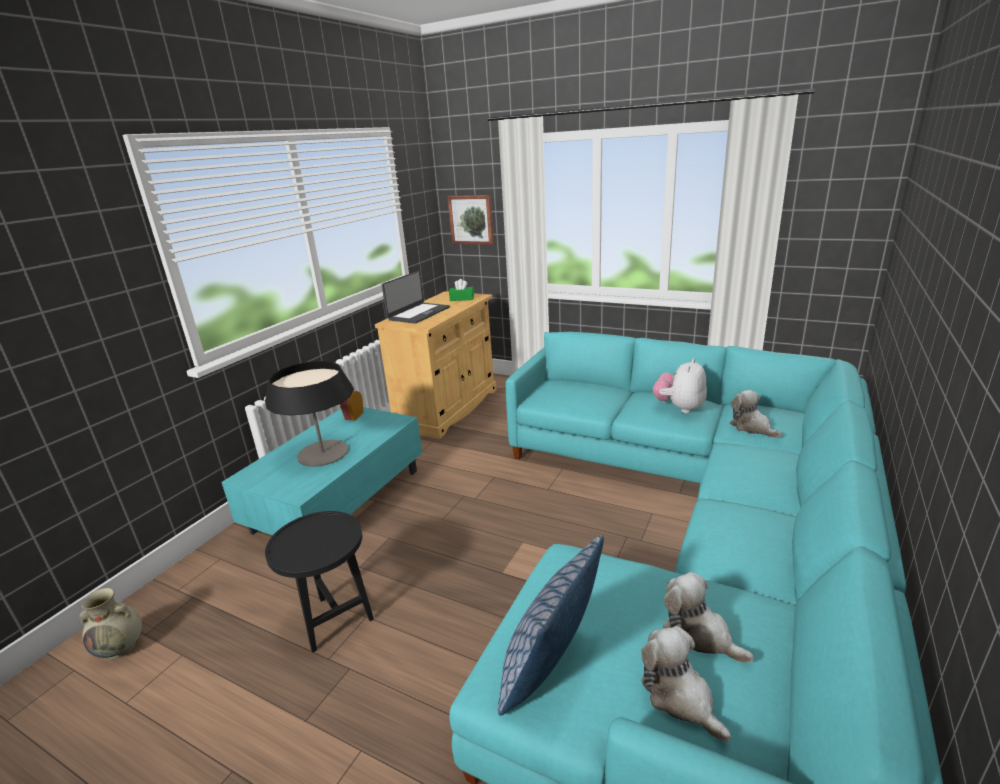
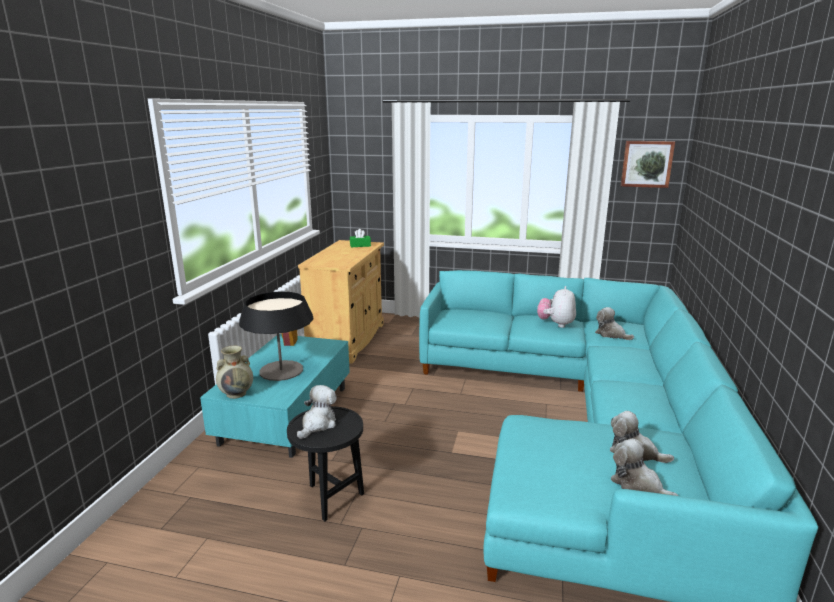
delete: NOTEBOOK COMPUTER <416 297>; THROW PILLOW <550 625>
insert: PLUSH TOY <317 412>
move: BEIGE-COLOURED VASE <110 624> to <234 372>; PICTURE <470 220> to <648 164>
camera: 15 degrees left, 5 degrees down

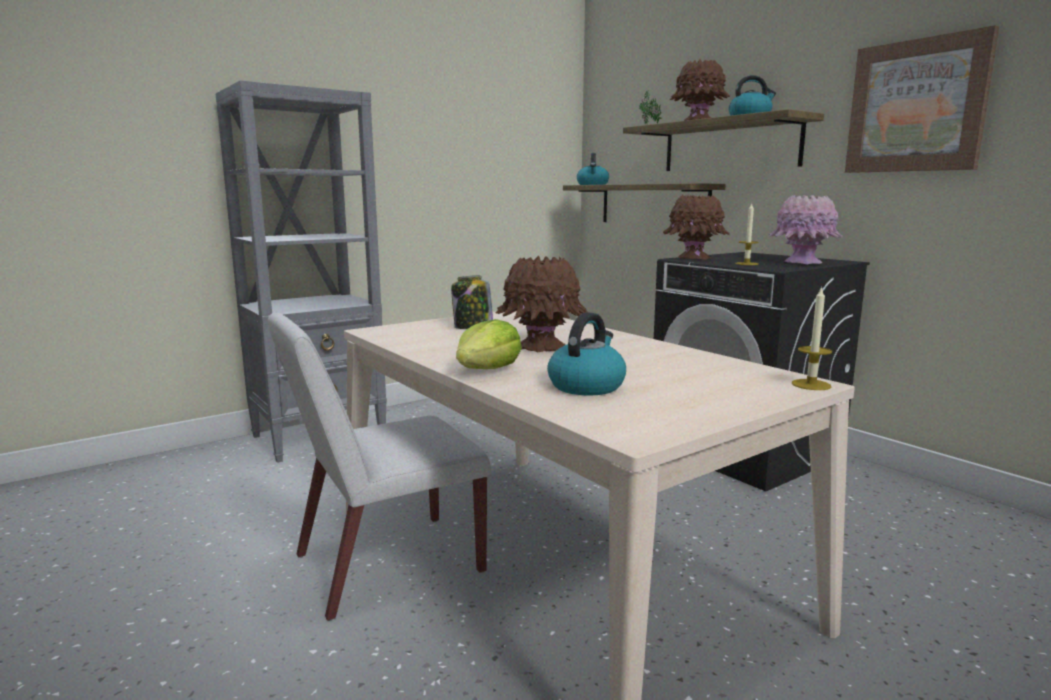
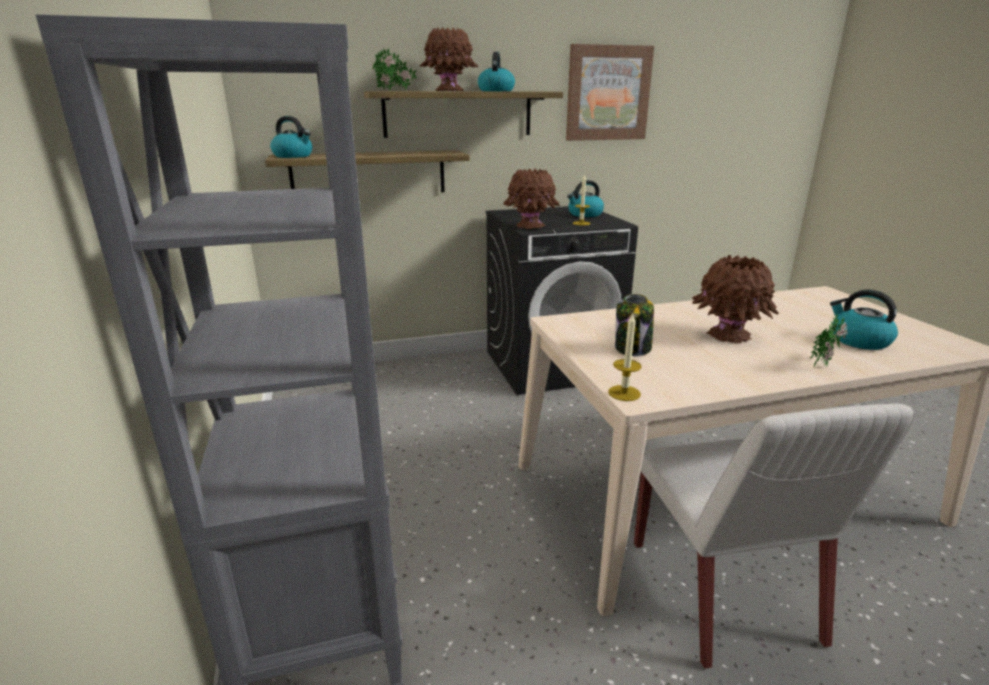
move: CANDLE <812 338> to <625 357>
replace: PINK VASE <806 230> to TEA KETTLE <585 198>; HEAD OF LETTUCE <489 344> to HOUSEPLANT <829 339>
camera: 70 degrees left, 10 degrees up

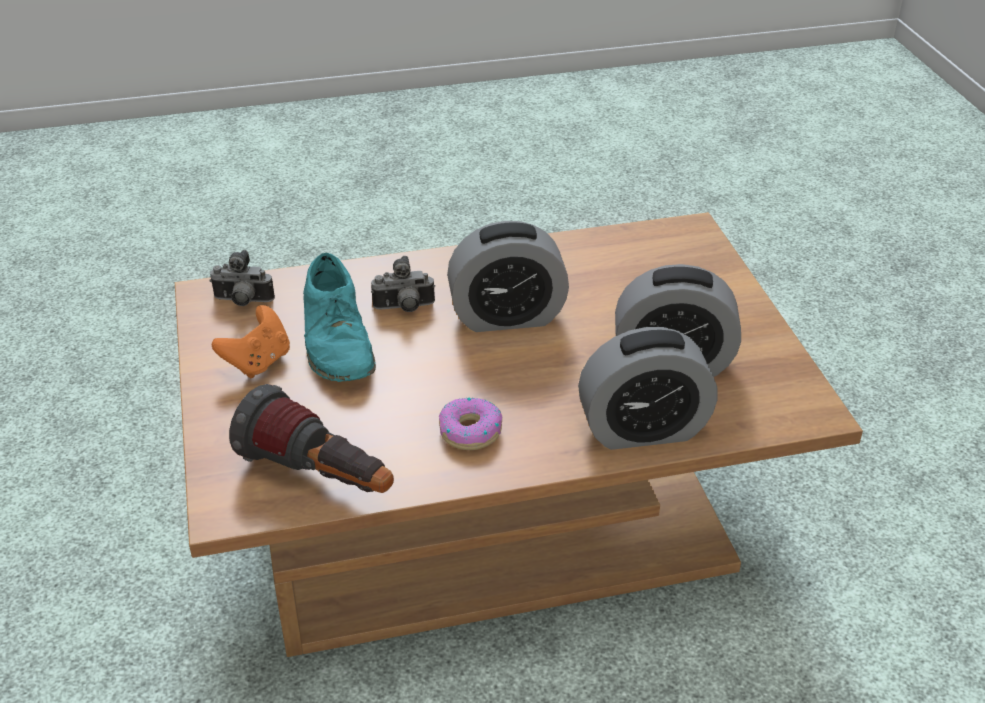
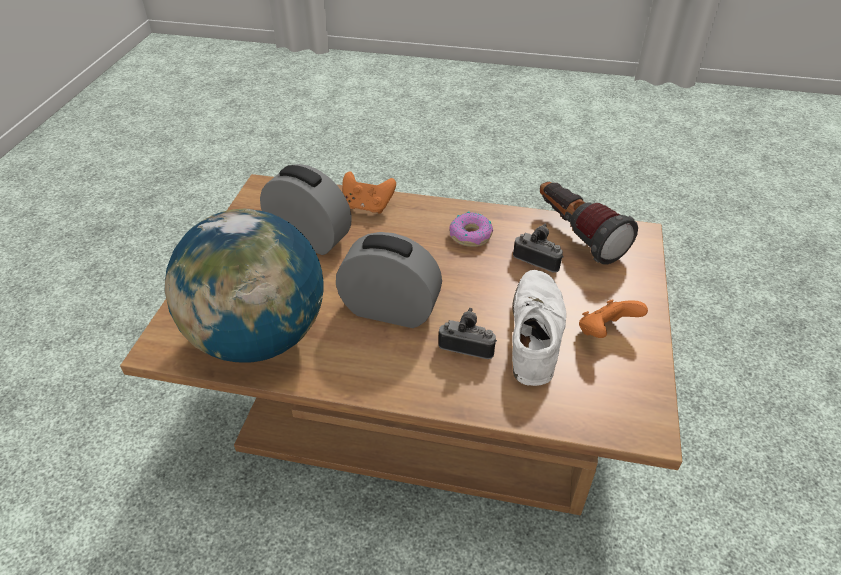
insert: DESK GLOBE <243 285>
move: STILL CAMERA <242 278> to <538 248>
replace: TABLE CLOCK <648 388> to ORANGE JOYPAD <369 192>
recolor: TURQUOISE ITEM OF FOOTWEAR <339 317> to WHITE-COLOURED ITEM OF FOOTWEAR <539 328>
camera: 155 degrees left, 5 degrees up

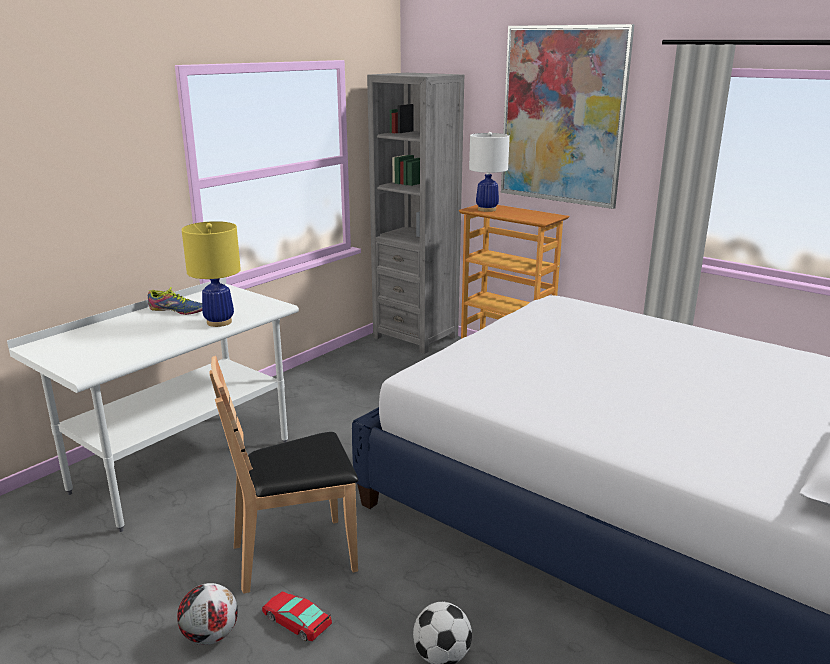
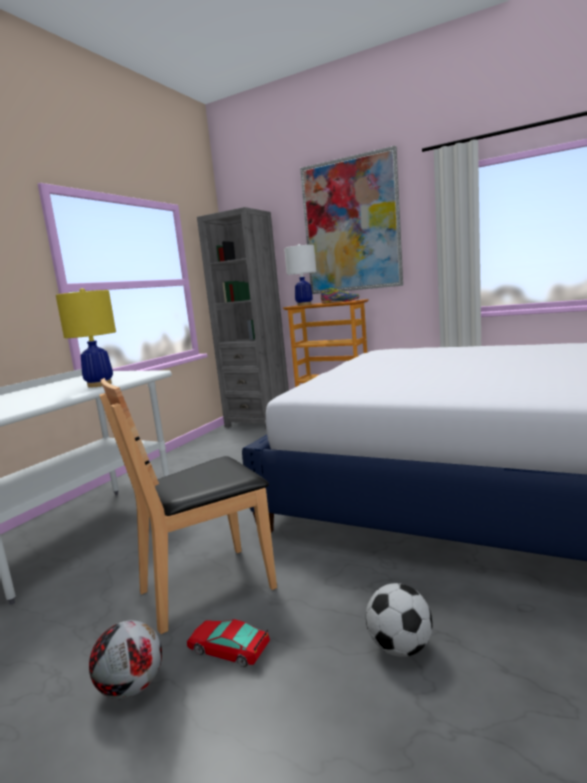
move: ITEM OF FOOTWEAR <174 301> to <340 295>
camera: 10 degrees left, 10 degrees down

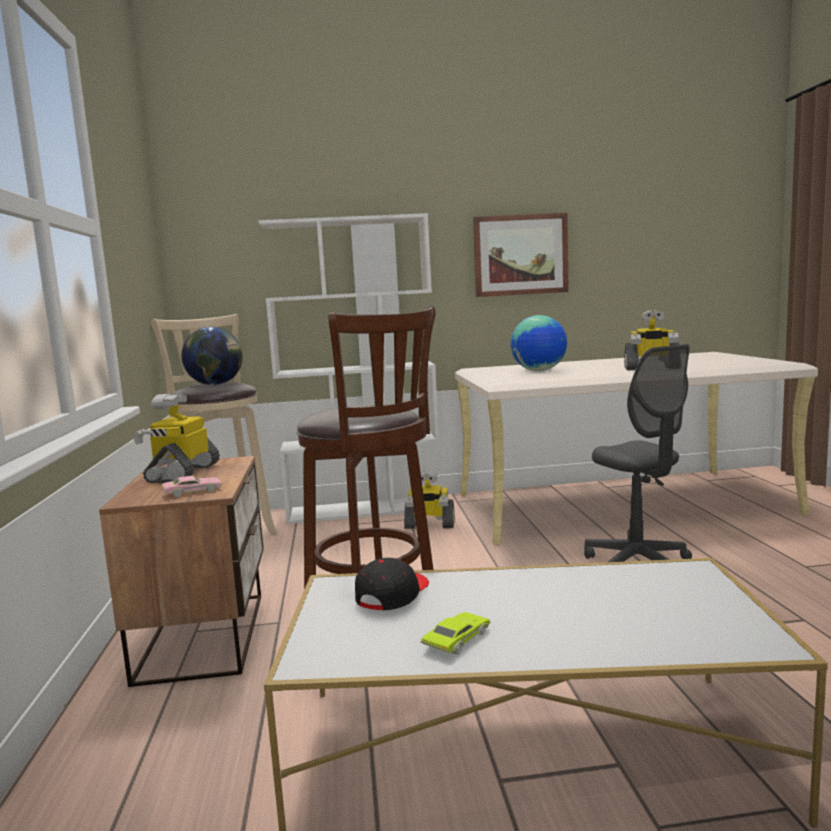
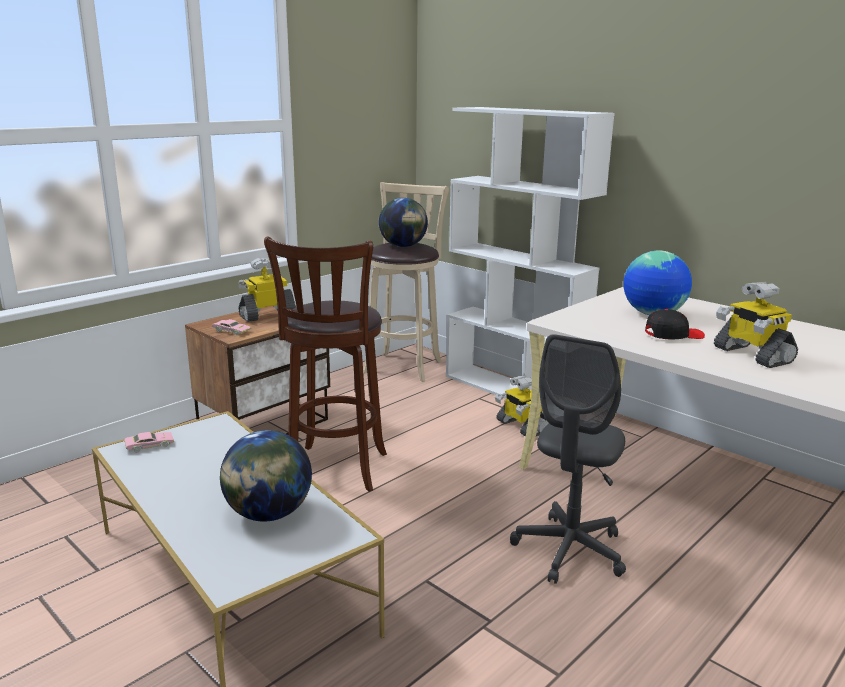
delete: GREENISH TOY CAR <456 633>; PICTURE <521 255>
insert: PINK TOY CAR <149 442>; DESK GLOBE <266 476>
move: BLACKISH BASEBALL CAP <392 584> to <675 324>
camera: 50 degrees right, 10 degrees up

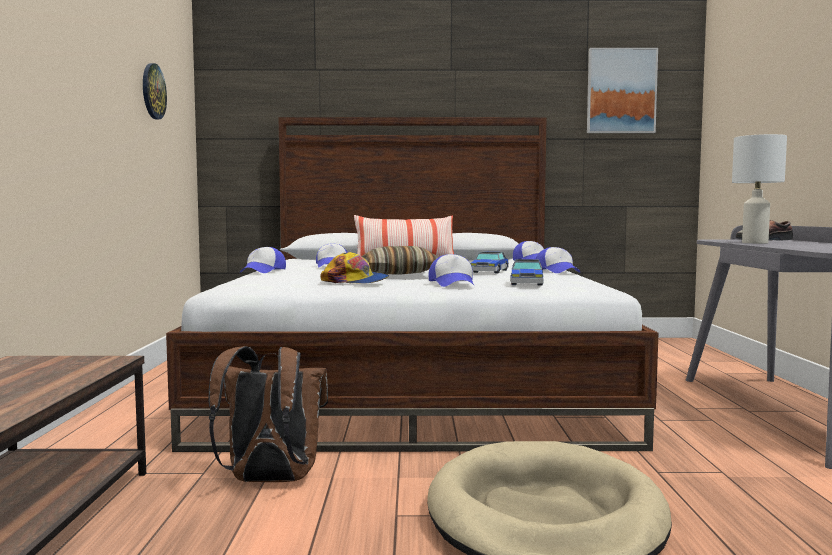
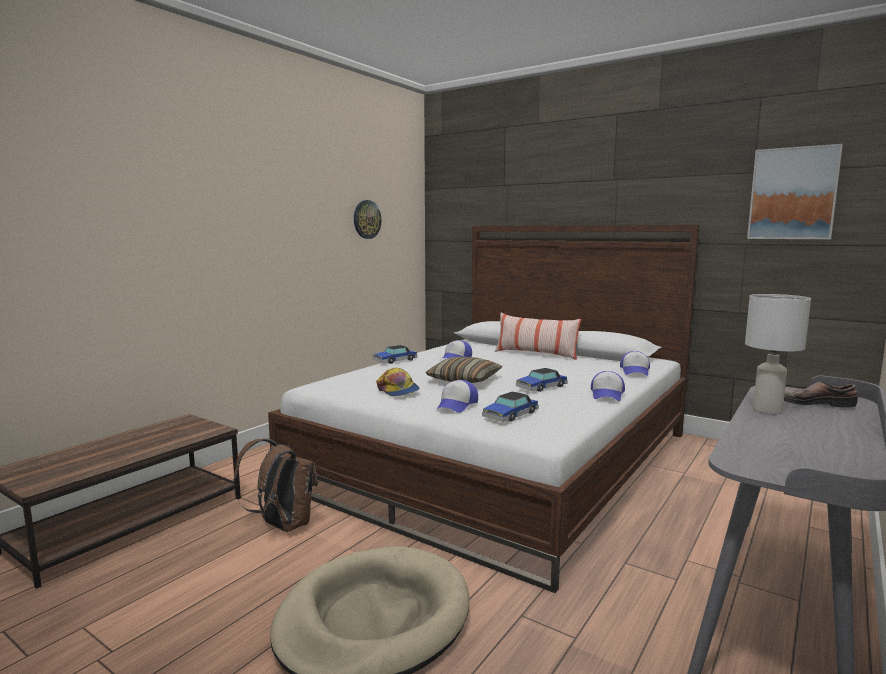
replace: BASEBALL CAP <263 260> to TOY CAR <395 354>
camera: 35 degrees right, 5 degrees up

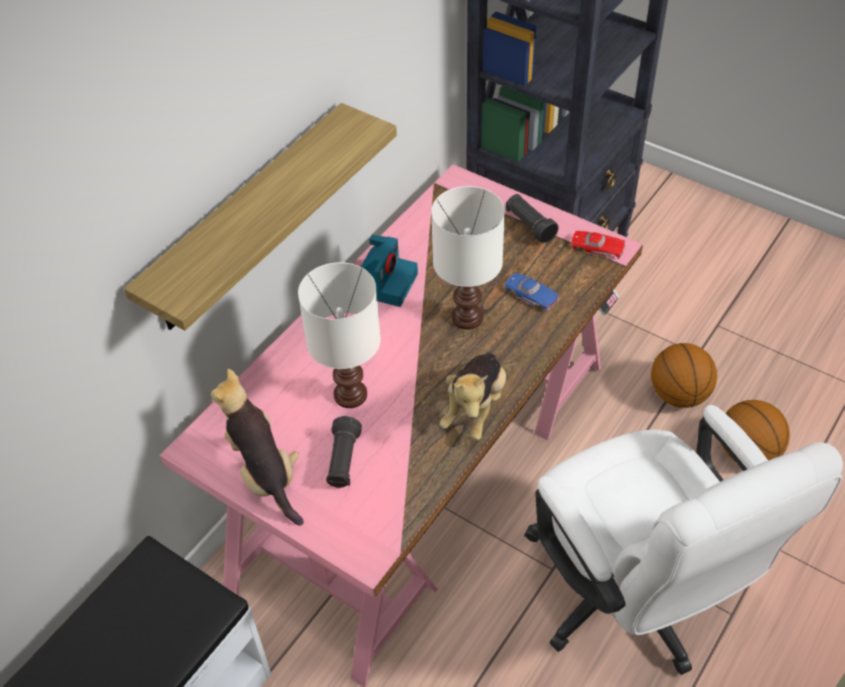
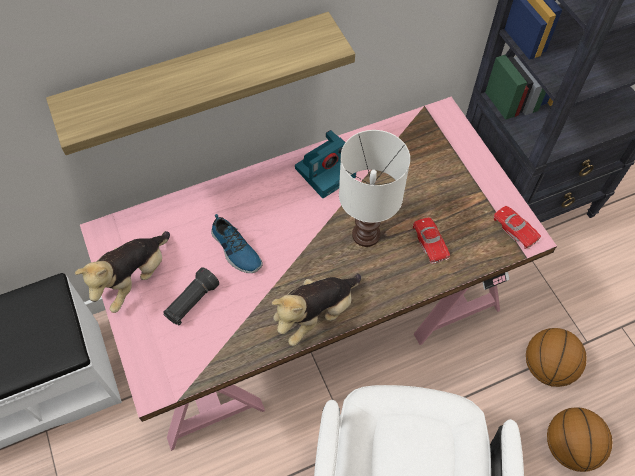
delete: BLACKISH FLASHLIGHT <532 218>
replace: WHITE-COLOURED TABLETOP LAMP <339 335> to ITEM OF FOOTWEAR <237 243>
recolor: BLUE-COLOURED TOY CAR <532 292> to RED TOY CAR <431 240>
rotate: PLUSH TOY <257 447> = <122 272> 150 degrees counterclockwise
camera: 30 degrees right, 10 degrees up

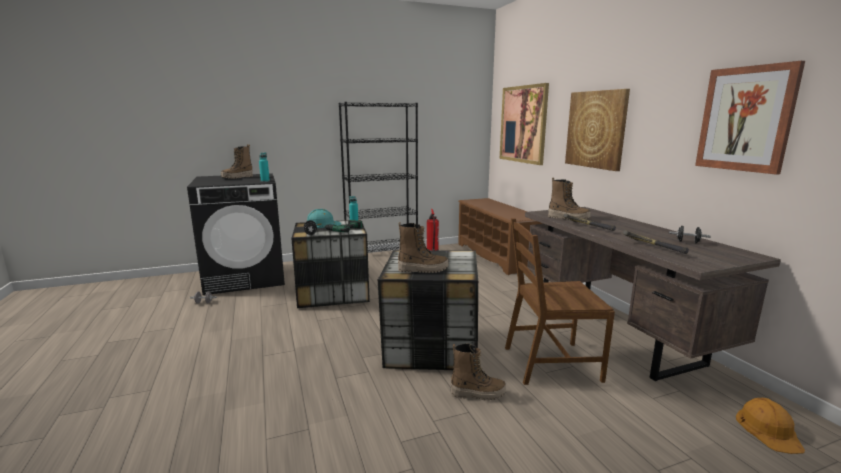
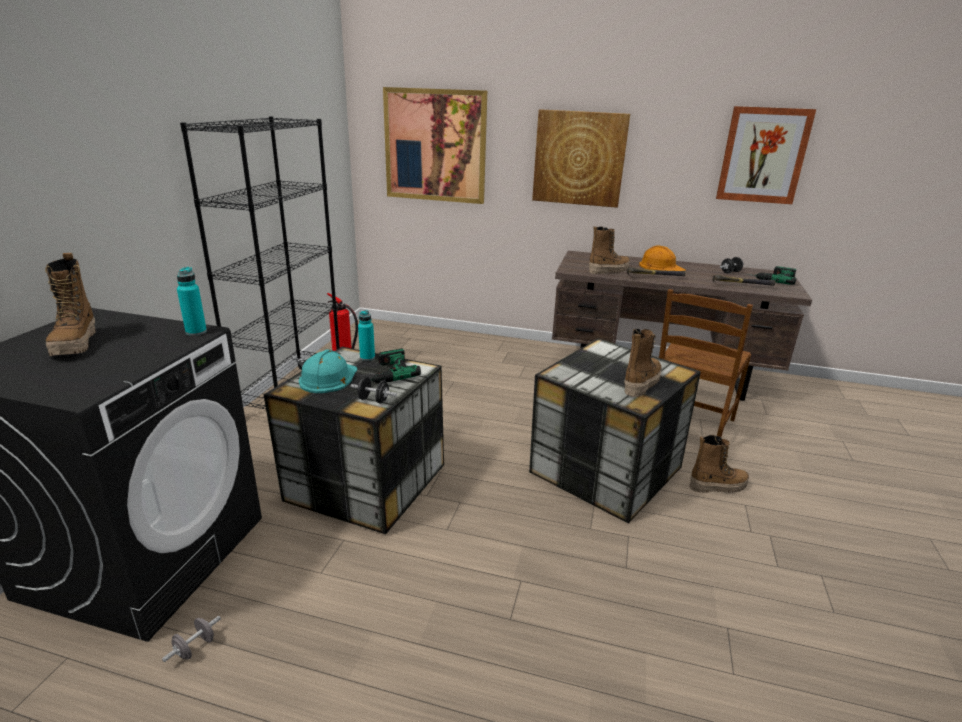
delete: BROWN SHOE STAND <500 236>
insert: DRILL <771 275>
move: ORANGE SAFETY HELMET <770 426> to <662 258>
rotate: TALL BOOT <478 372> = <719 464> 45 degrees clockwise
camera: 55 degrees left, 10 degrees up

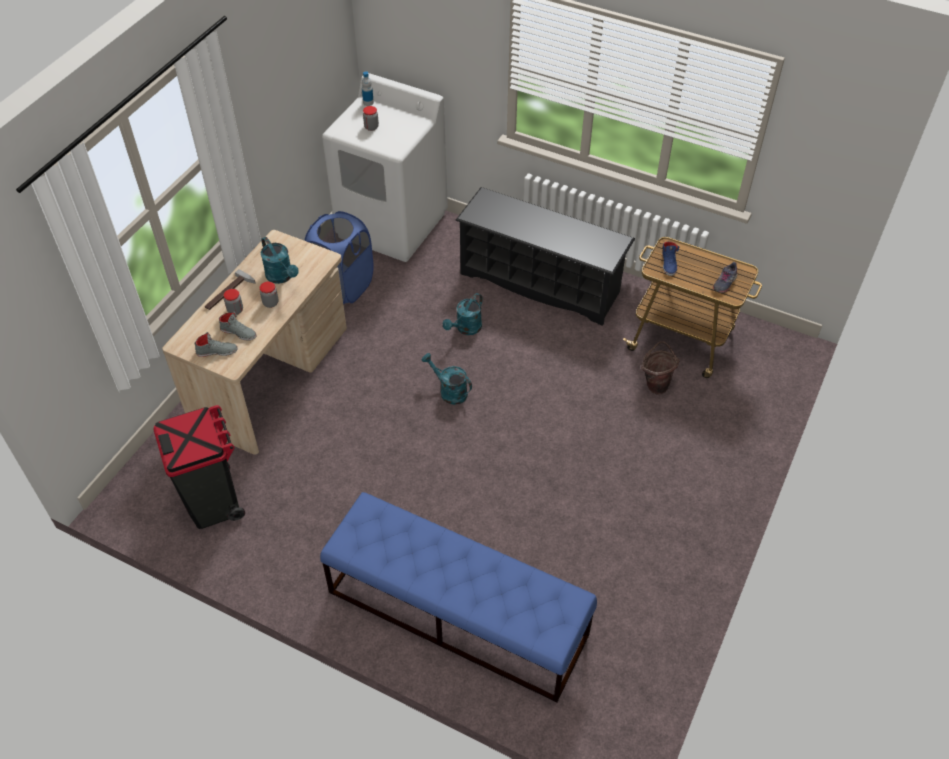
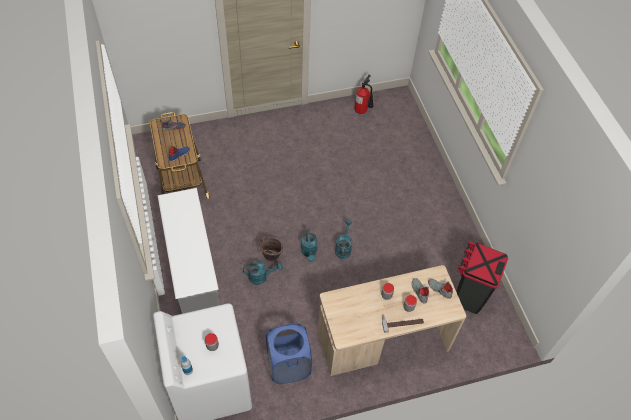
delete: BLUE-COLOURED LONG SEAT <458 597>
insert: FIRE EXTINGUISHER <363 94>
move: BROWN PAIL <660 367> to <270 248>; TURQUOISE SPRINKLING CAN <279 260> to <344 239>
recolor: BLACKISH SHOE STAND <545 256> to WHITE-COLOURED SHOE STAND <189 251>
camera: 135 degrees left, 5 degrees up

